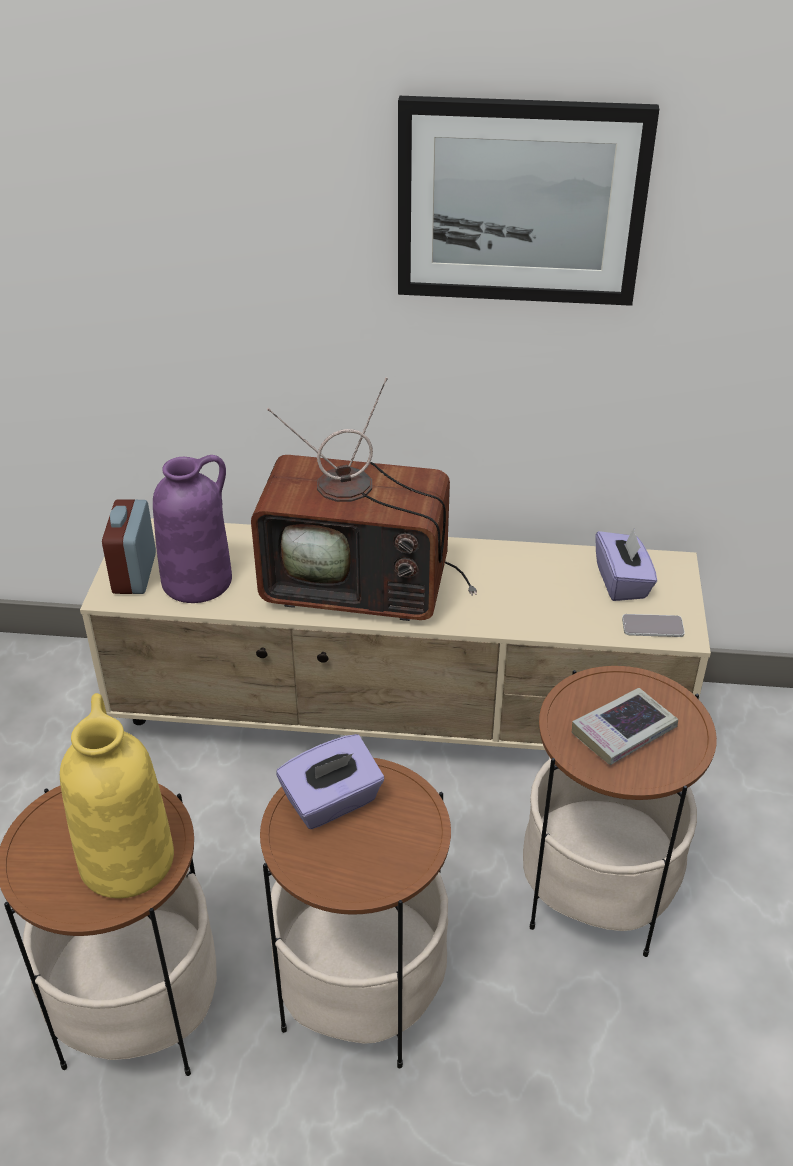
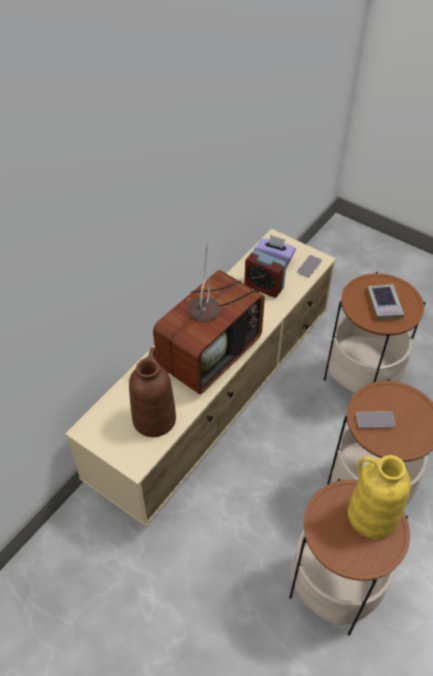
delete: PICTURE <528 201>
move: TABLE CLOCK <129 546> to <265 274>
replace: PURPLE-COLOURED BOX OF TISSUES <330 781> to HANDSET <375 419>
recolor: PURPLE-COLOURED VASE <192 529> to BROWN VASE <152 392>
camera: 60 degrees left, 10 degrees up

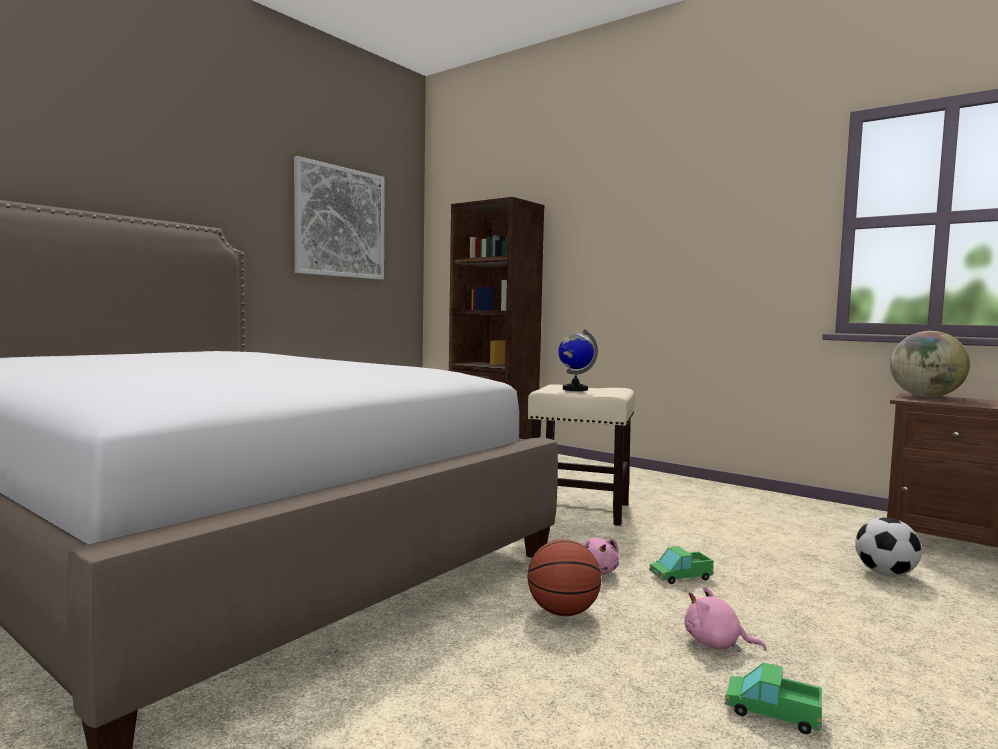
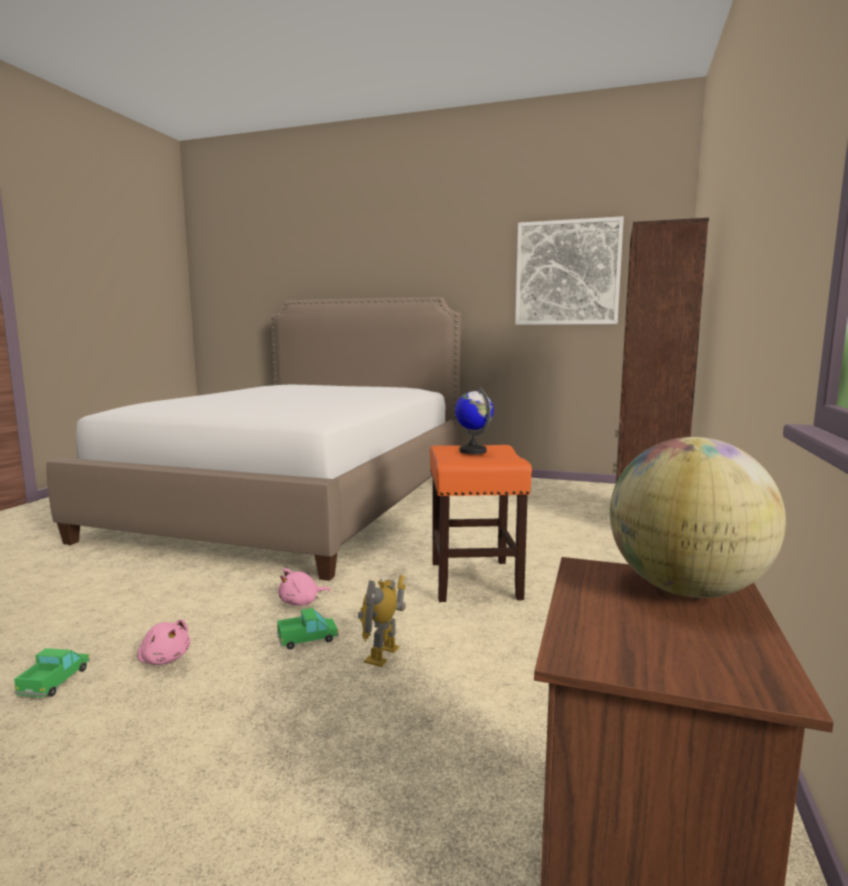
delete: BALL FOR BASKETBALL <565 577>; BALL FOR FOOTBALL <888 547>
insert: ROBOT FIGURE <382 621>
recolor: BEIGE-COLOURED STOOL SEAT <581 455> to ORANGE STOOL SEAT <481 523>
rotate: PINK PLUSH TOY <725 619> = <163 642> 120 degrees clockwise; TOY TRUCK <681 565> = <308 629> 105 degrees clockwise
camera: 70 degrees right, 5 degrees up

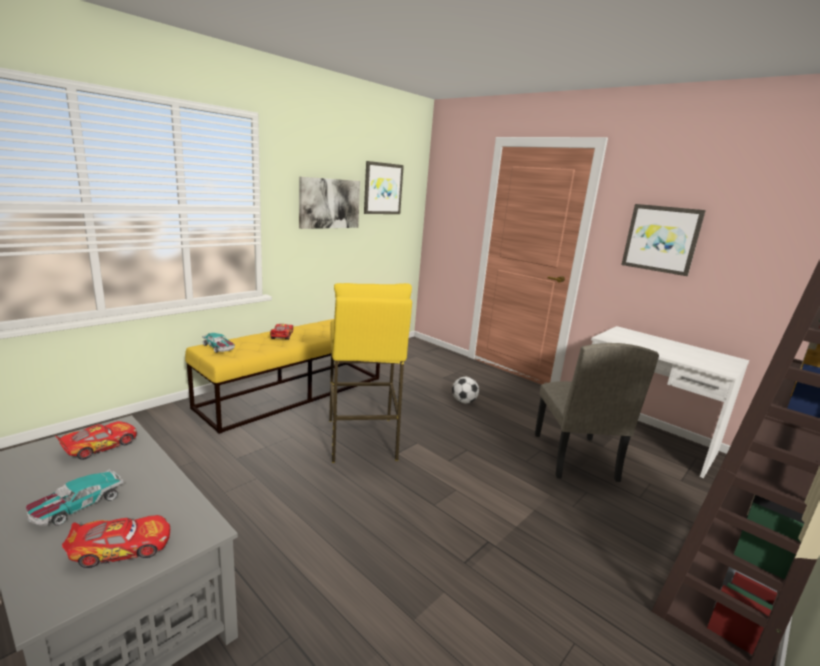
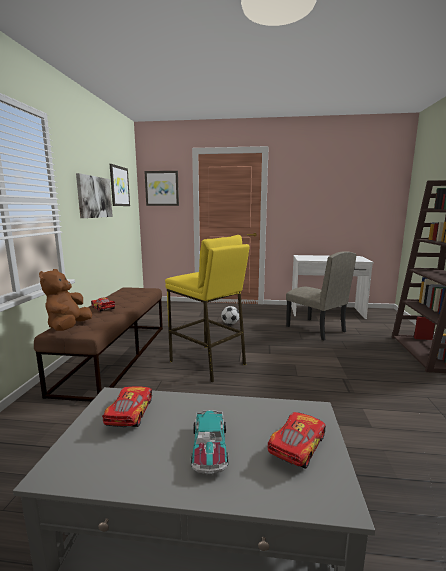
move: PICTURE <663 240> to <161 188>
replace: TOY CAR <218 343> to BROWN PLUSH TOY <65 300>
recolor: YELLOW LONG SEAT <282 376> to BROWN LONG SEAT <98 344>
camera: 35 degrees left, 5 degrees down

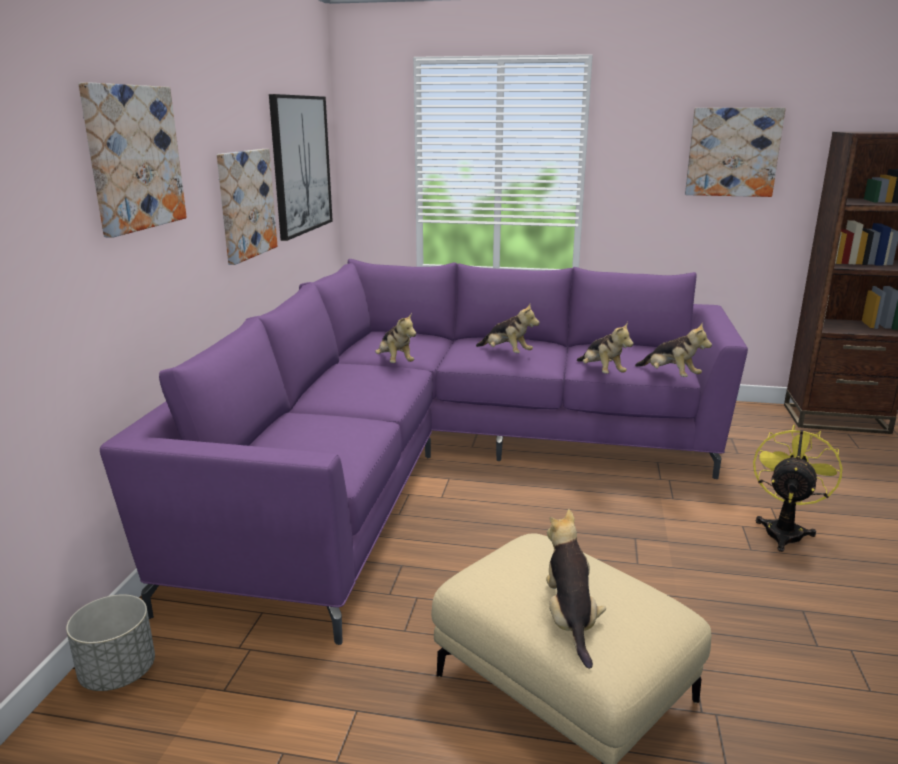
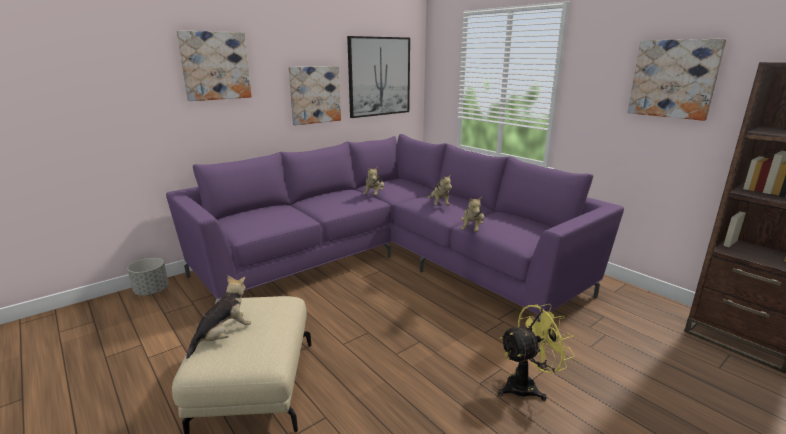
delete: PLUSH TOY <673 350>
camera: 40 degrees right, 0 degrees up

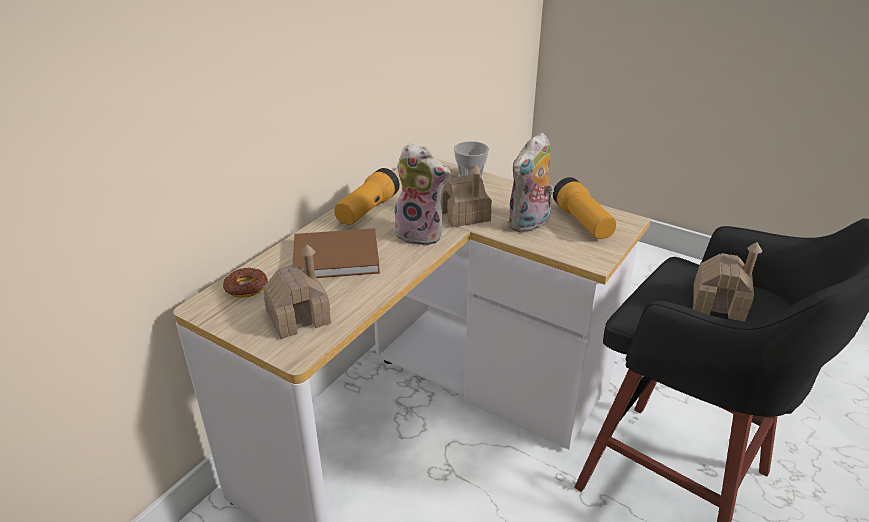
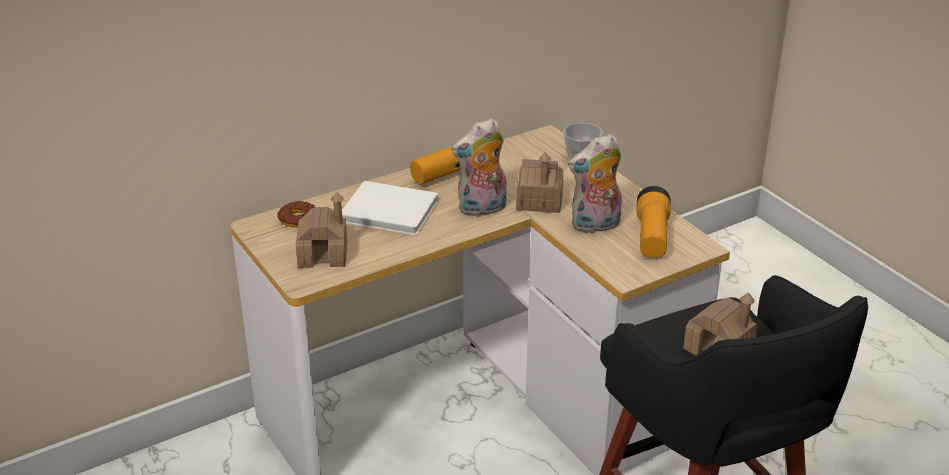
recolor: BROWN BOOK <336 253> to WHITE-COLOURED BOOK <390 208>
rotate: PLUSH TOY <422 194> = <479 167> 105 degrees clockwise
camera: 25 degrees right, 0 degrees up

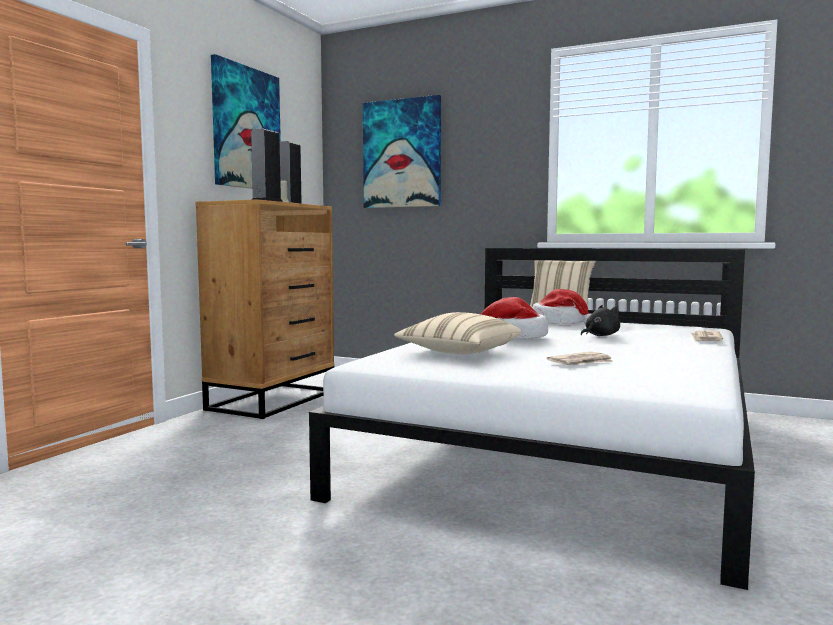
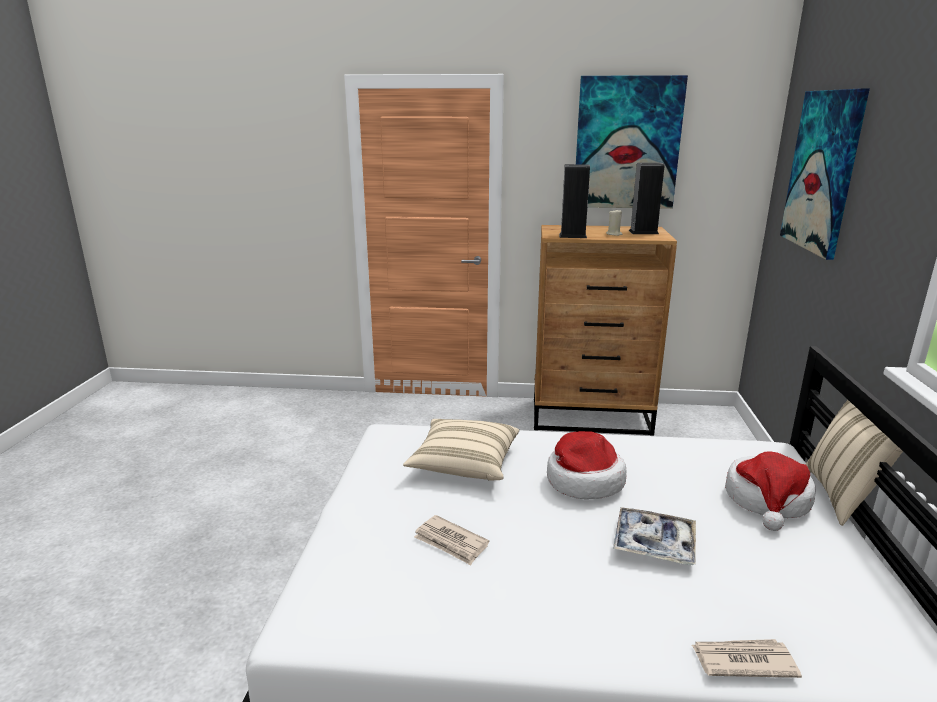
replace: BLACKISH PLUSH TOY <600 320> to TRAY <654 536>
camera: 70 degrees right, 15 degrees up

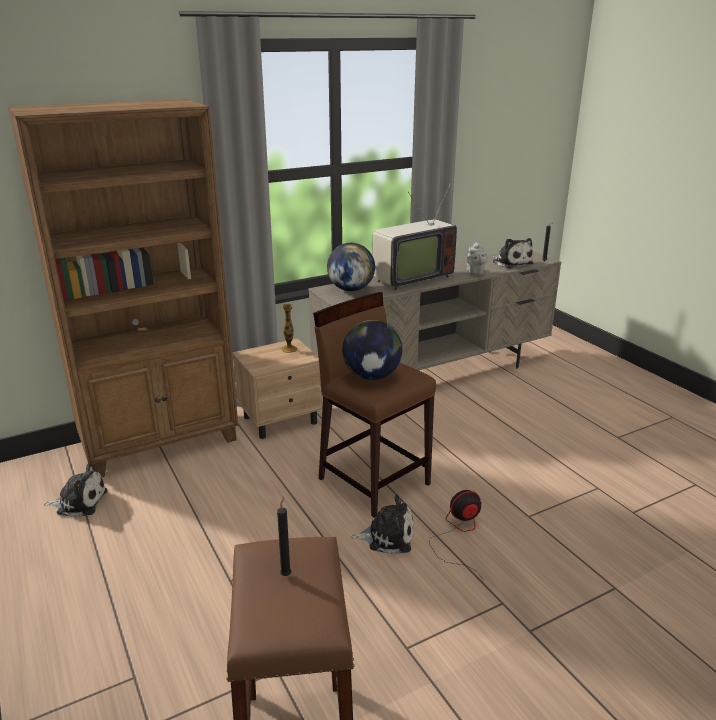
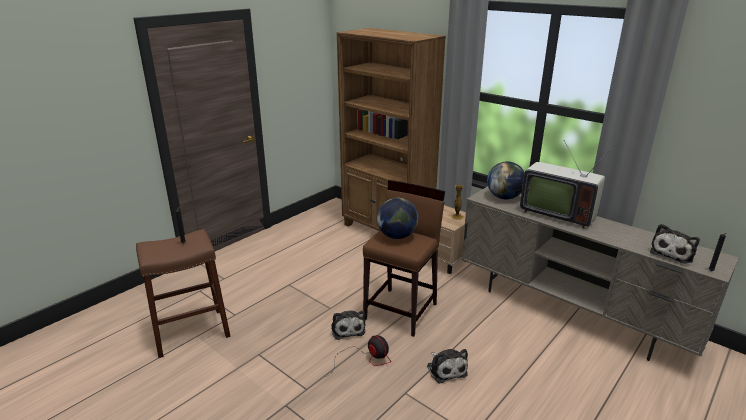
delete: GRAY TEAPOT <477 258>
move: PLUSH TOY <75 490> to <447 366>
camera: 70 degrees right, 0 degrees up

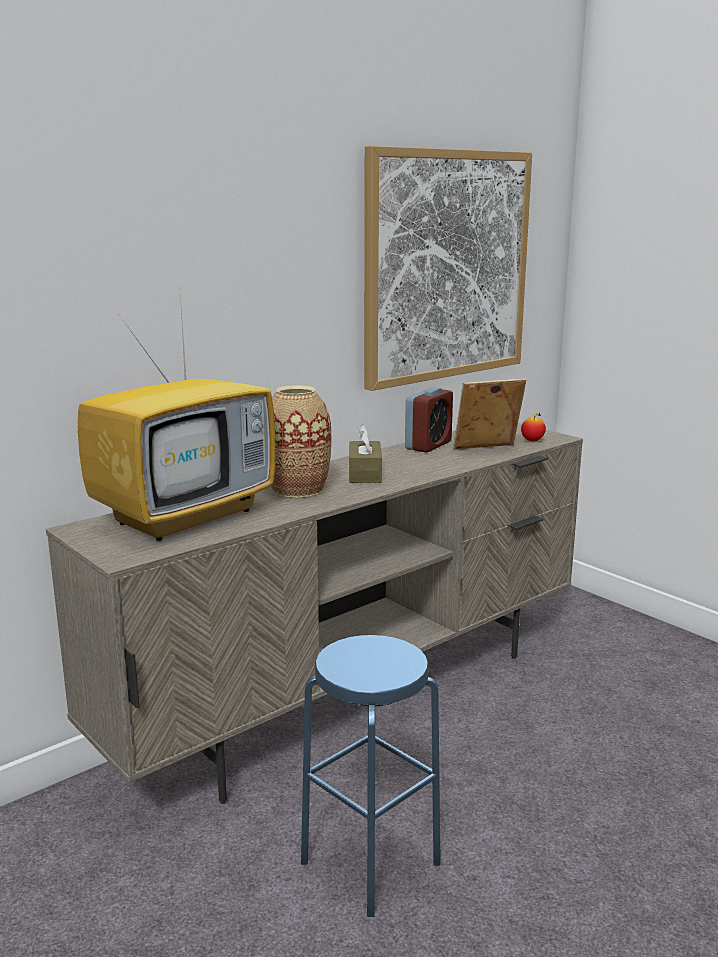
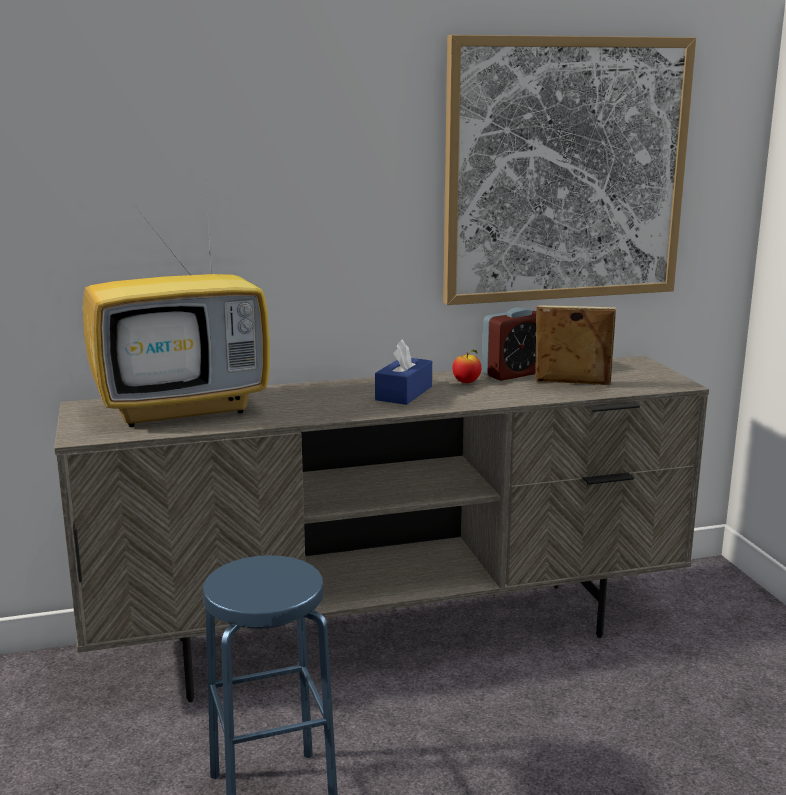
delete: VASE <301 441>
move: APPLE <533 427> to <467 366>
recolor: BROWN BOX OF TISSUES <365 453> to BLUE-COLOURED BOX OF TISSUES <403 372>
camera: 25 degrees right, 0 degrees up

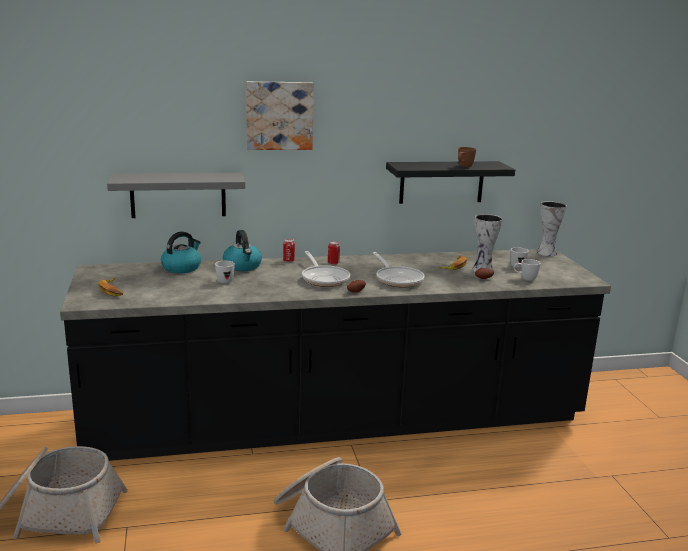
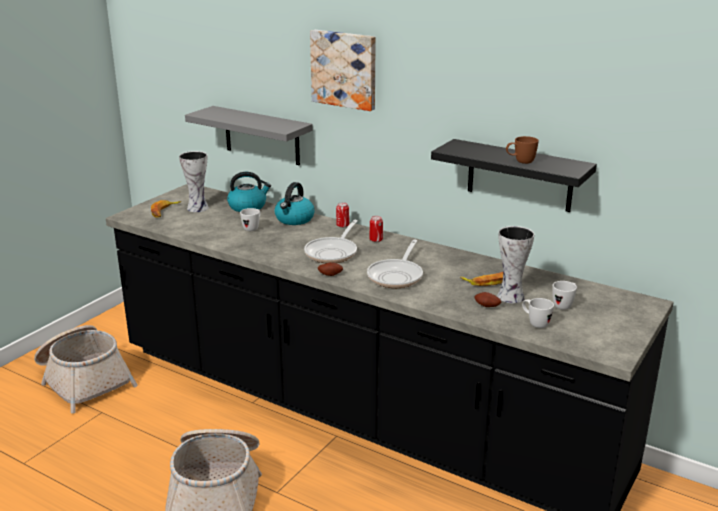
move: VASE <552 228> to <194 181>
camera: 45 degrees right, 5 degrees up

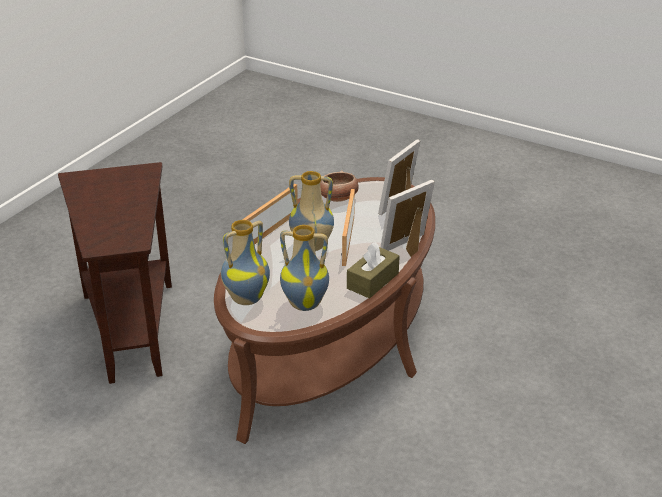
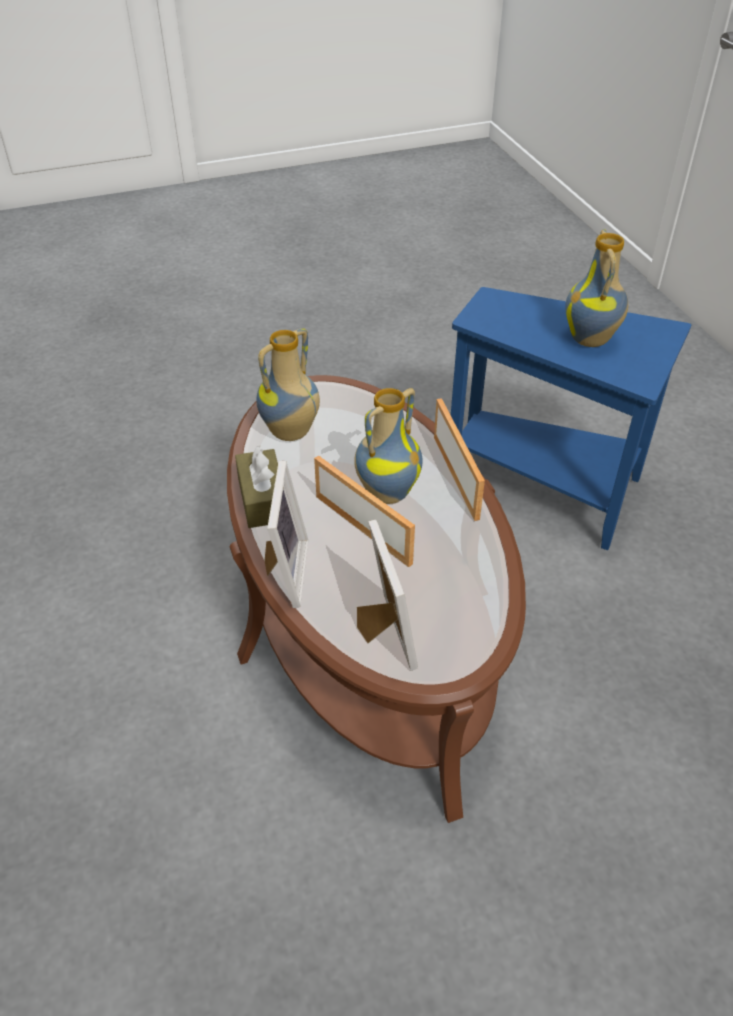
delete: SERVING BOWL <339 186>
move: VASE <245 262> to <596 288>
recolor: BROWN SIDE TABLE <115 273> to BLUE-COLOURED SIDE TABLE <571 418>
camera: 130 degrees right, 10 degrees up

